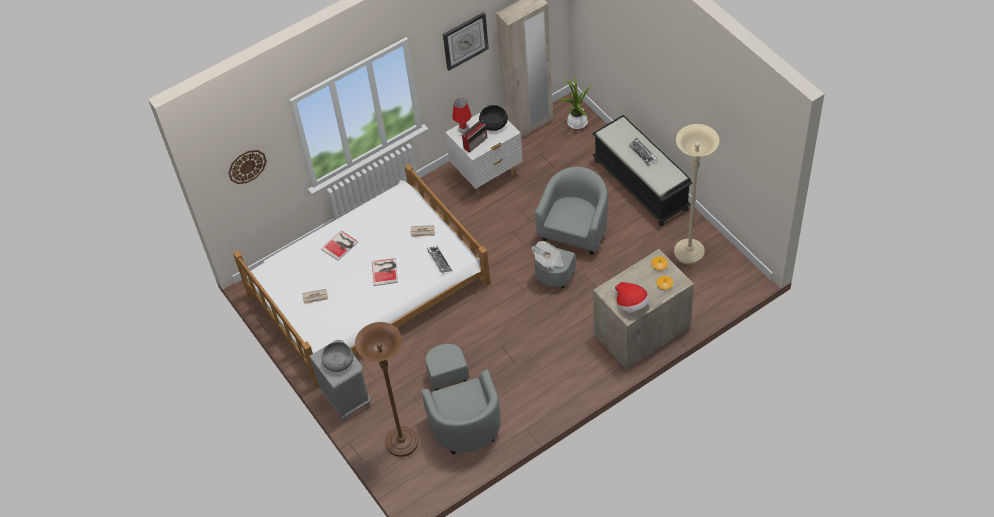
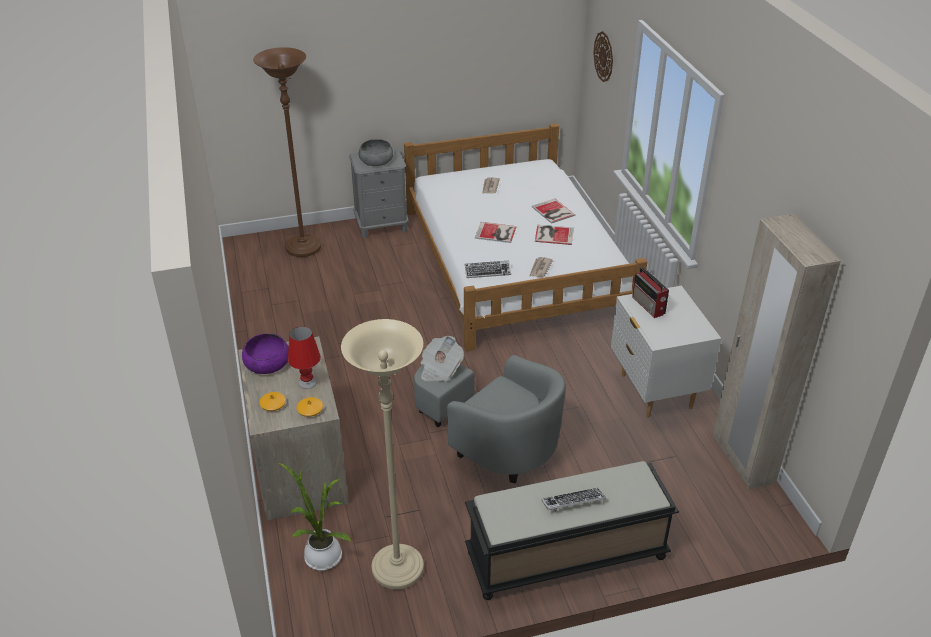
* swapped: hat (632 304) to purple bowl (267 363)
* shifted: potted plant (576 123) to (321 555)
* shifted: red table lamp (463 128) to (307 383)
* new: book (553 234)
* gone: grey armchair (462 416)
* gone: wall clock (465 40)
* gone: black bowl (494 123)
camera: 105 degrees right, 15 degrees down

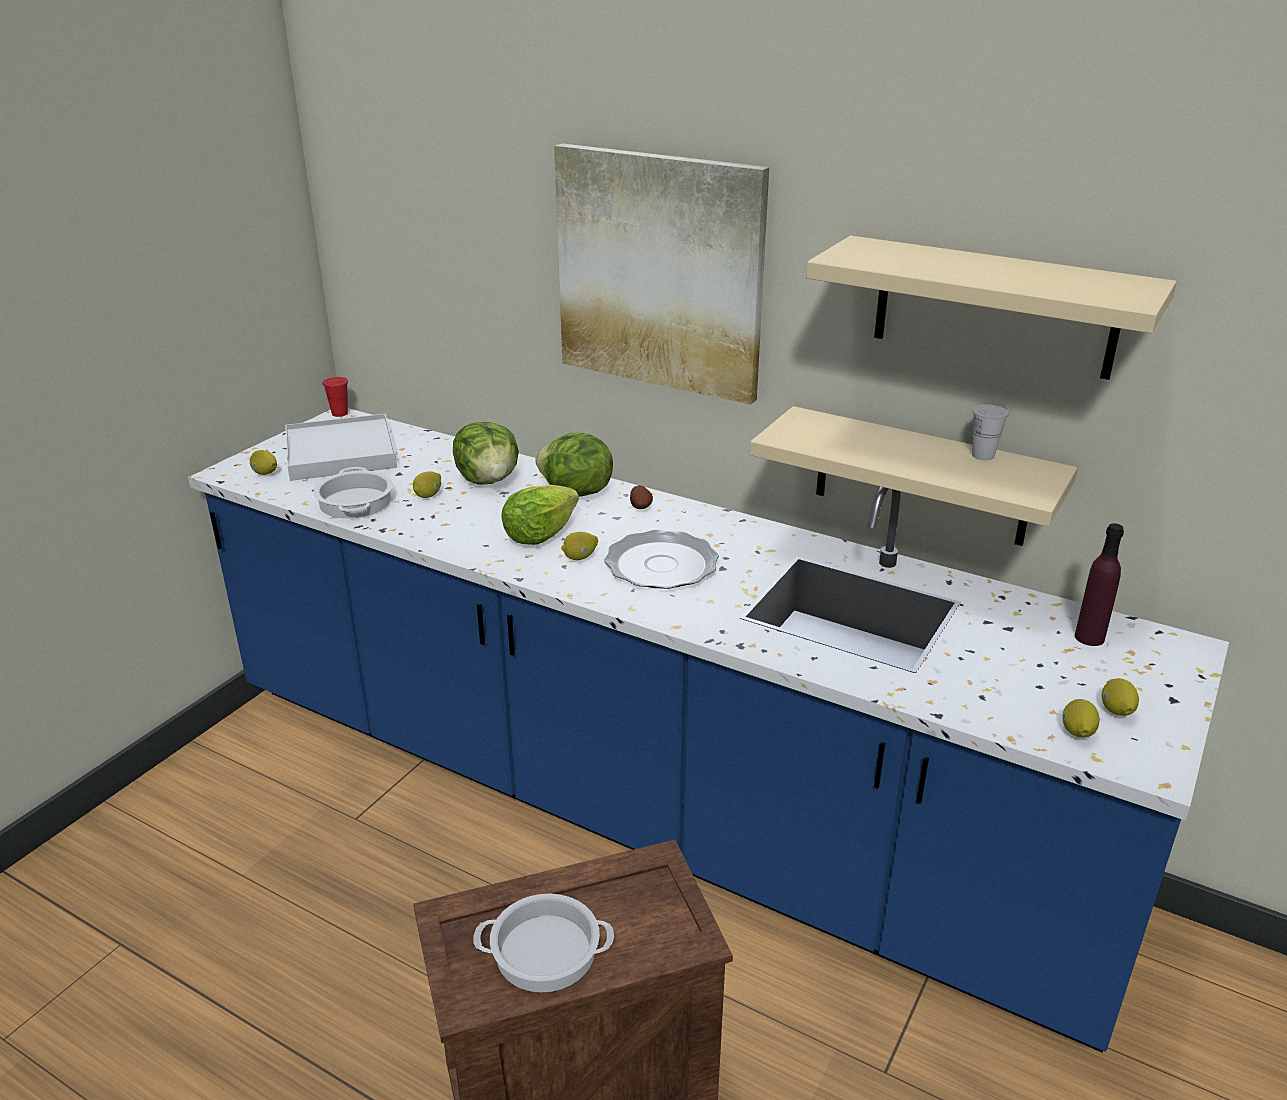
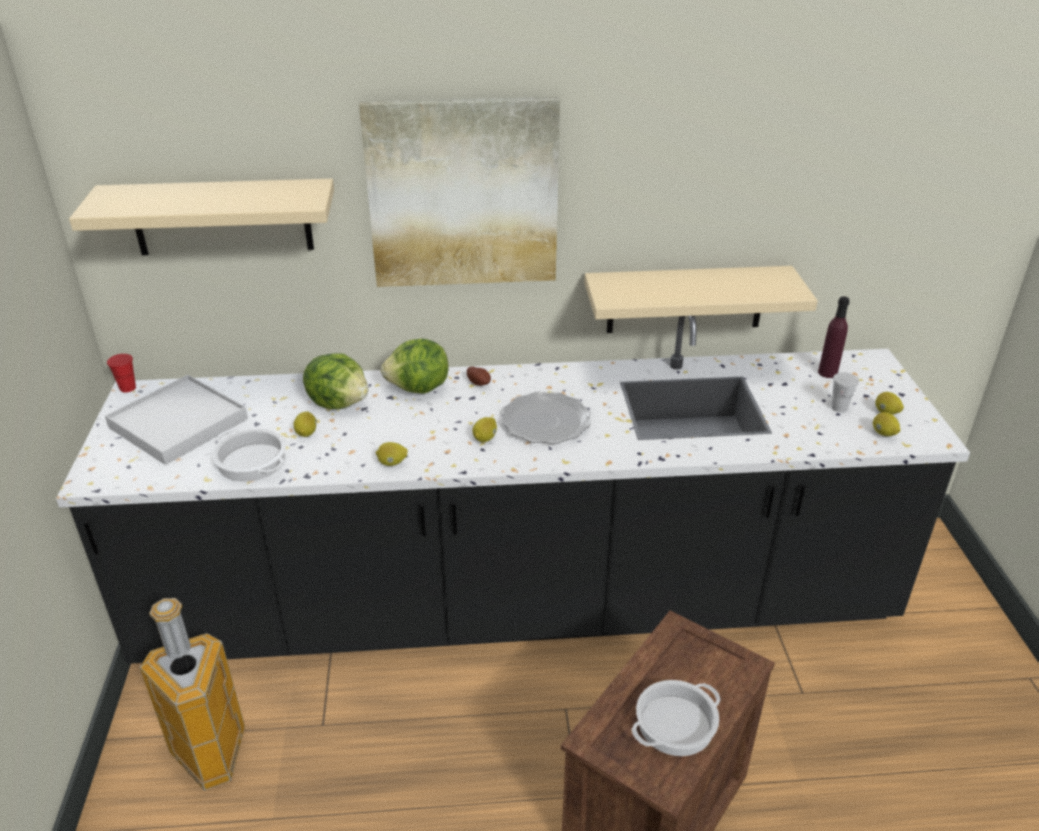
* repainted: blue counter (643 801) to black counter (519 603)
* shifted: beige shelf (995 307) to (222 217)
* new: trash can (211 756)
* shifted: lemon (265 473) to (392 463)
* shifted: white cup (983 455) to (839 407)
* gone: lettuce (539 535)
camera: 35 degrees left, 5 degrees up

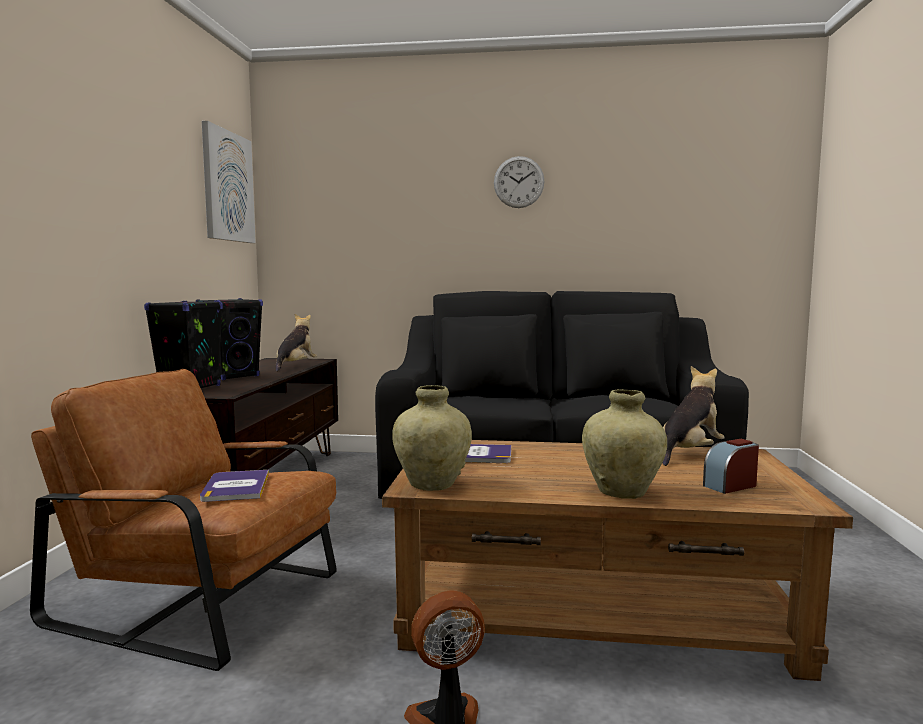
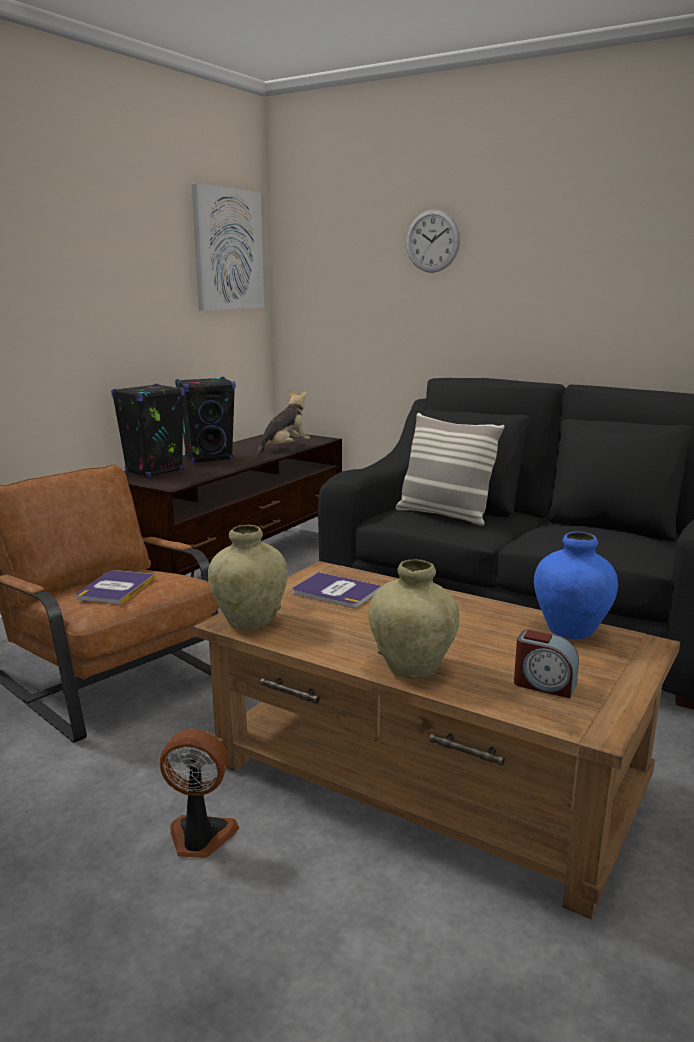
* new: pillow (444 515)
* shifted: wall clock (519 182) to (432 241)
* rotated: alarm clock (730 486) = (544 685) 150 degrees counterclockwise
* swapped: plush toy (689 453) to blue vase (570 630)
camera: 25 degrees right, 10 degrees up

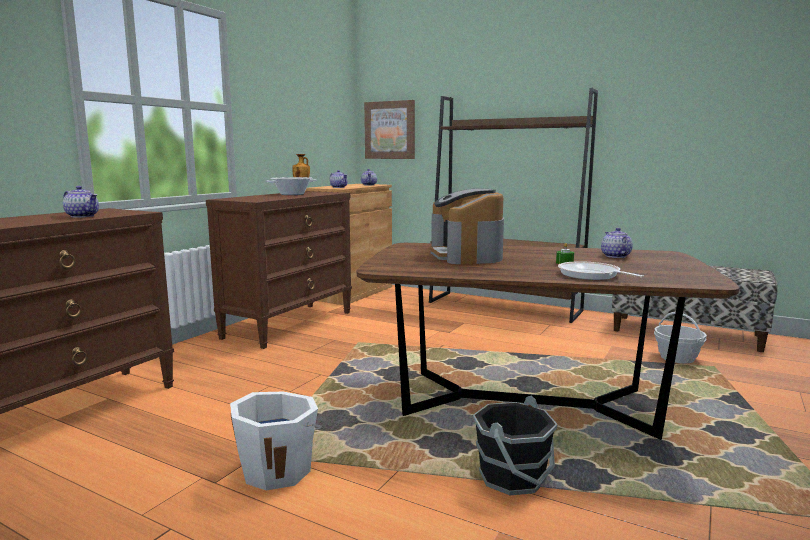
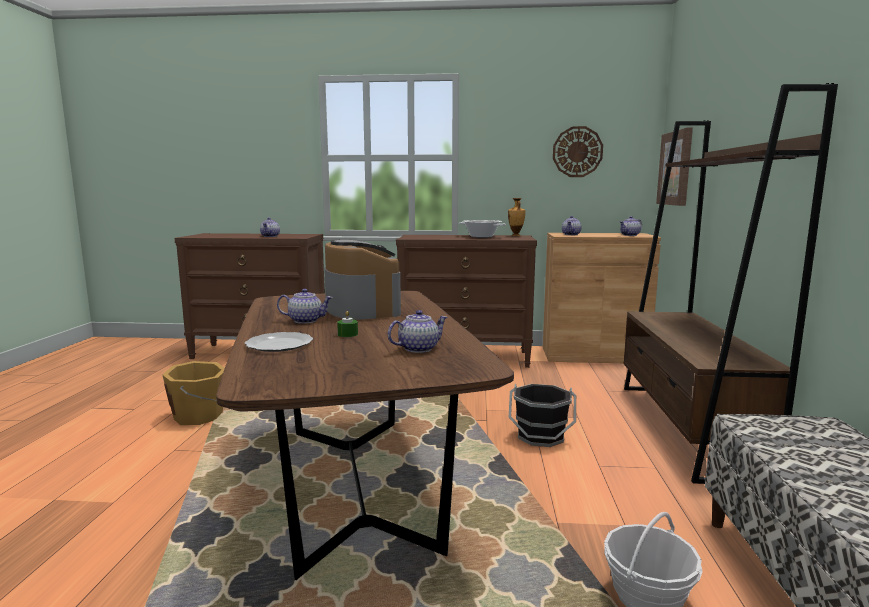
* repainted: white bucket (278 470) to orange bucket (199 416)
* swapped: frying pan (591 275) to plate (278 345)
* new: teapot (306 320)
* rotated: coffee machine (466 255) = (361 308) 105 degrees clockwise
* shifted: black bucket (513 477) to (541 437)
* new: wall clock (577 152)
camera: 65 degrees right, 0 degrees up

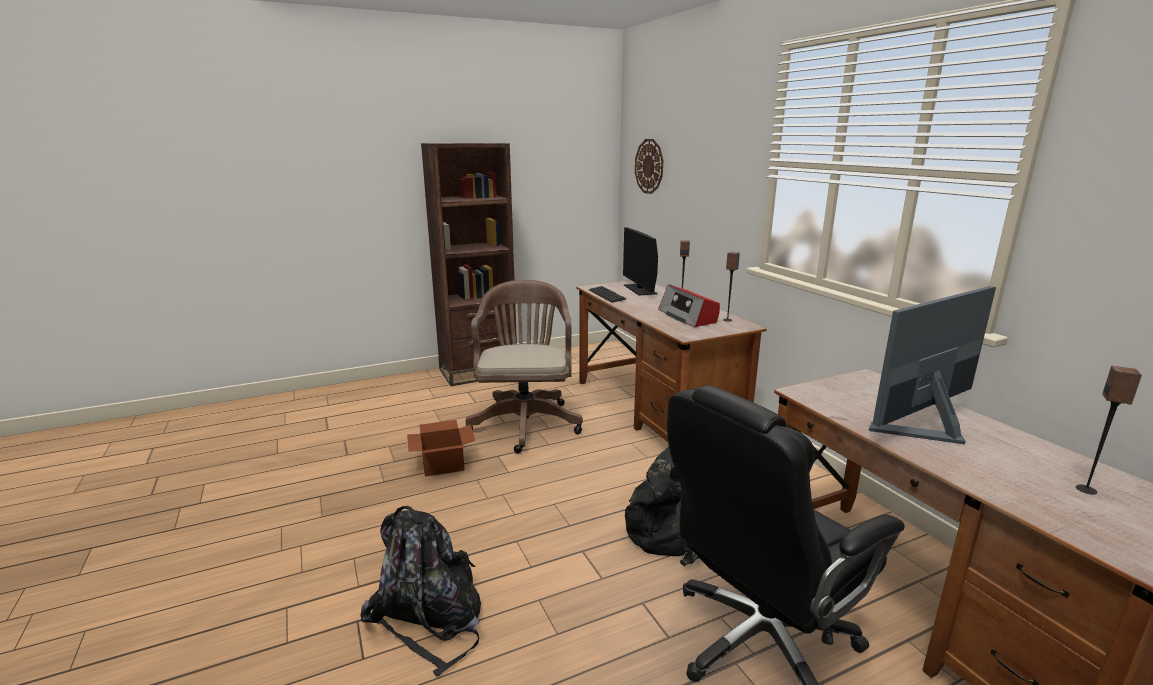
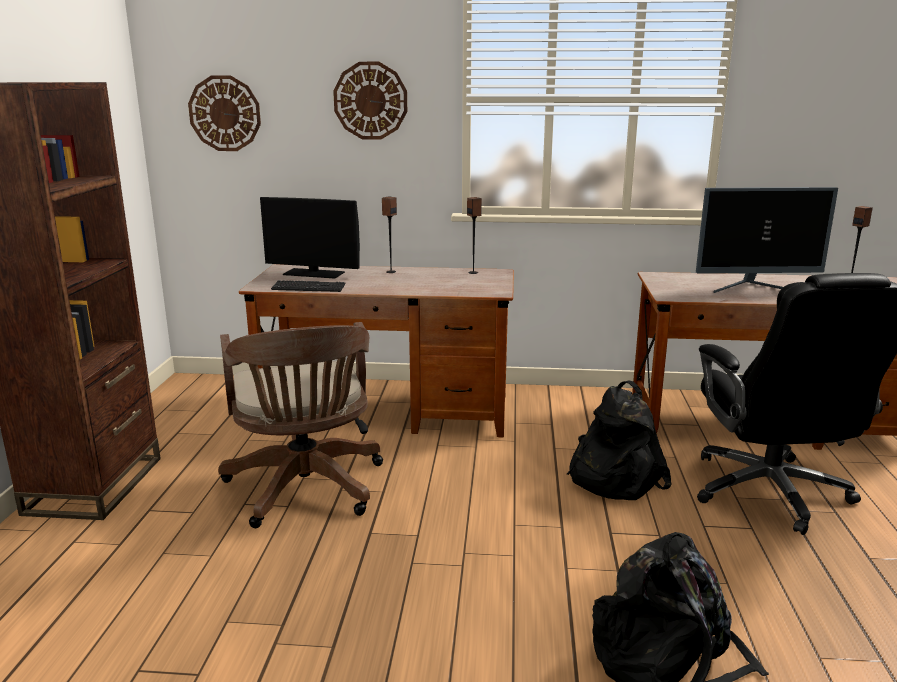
* rotated: brown office chair (525 421) = (306 490) 135 degrees counterclockwise
* new: wall clock (370 101)
* rotated: monitor (927 428) = (755 288) 90 degrees counterclockwise
* gone: cardboard box (443 463)
* gone: radio (688 316)
camera: 60 degrees left, 0 degrees up

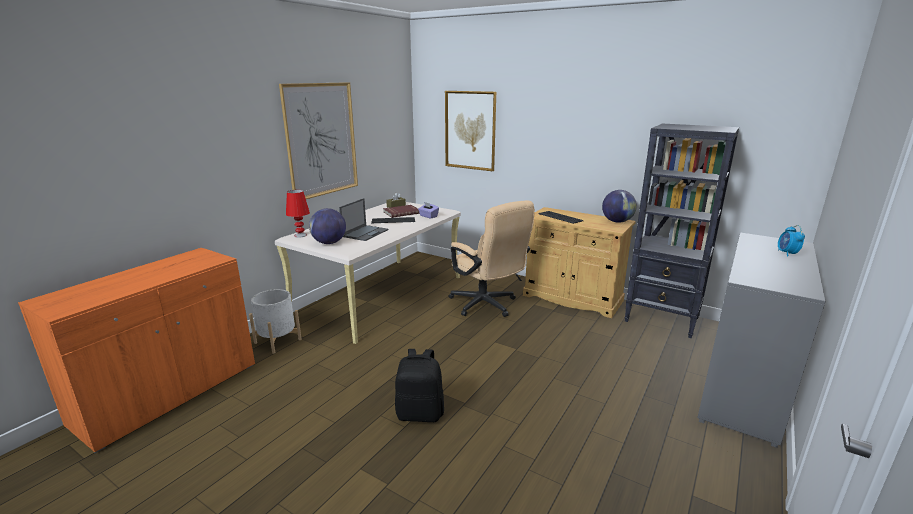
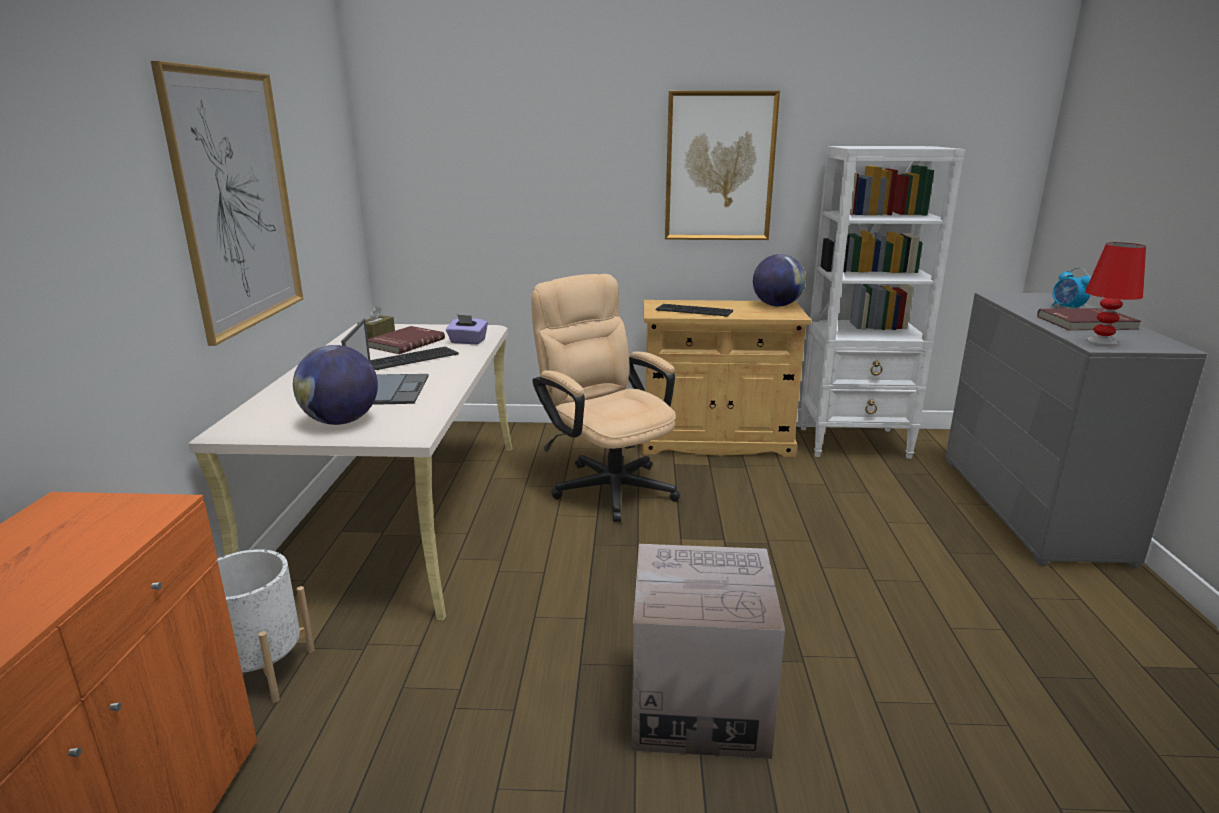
* rotated: beige office chair (487 306) = (607 484) 150 degrees counterclockwise
* swapped: black backpack (420 413) to cardboard box (698 703)
* shifted: picture (470 130) to (719 167)
* repainted: black bookcase (662 320) to white bookcase (855 443)
* new: red book (1087 323)
* shifted: red table lamp (300 235) to (1101 342)
camera: 30 degrees left, 0 degrees up

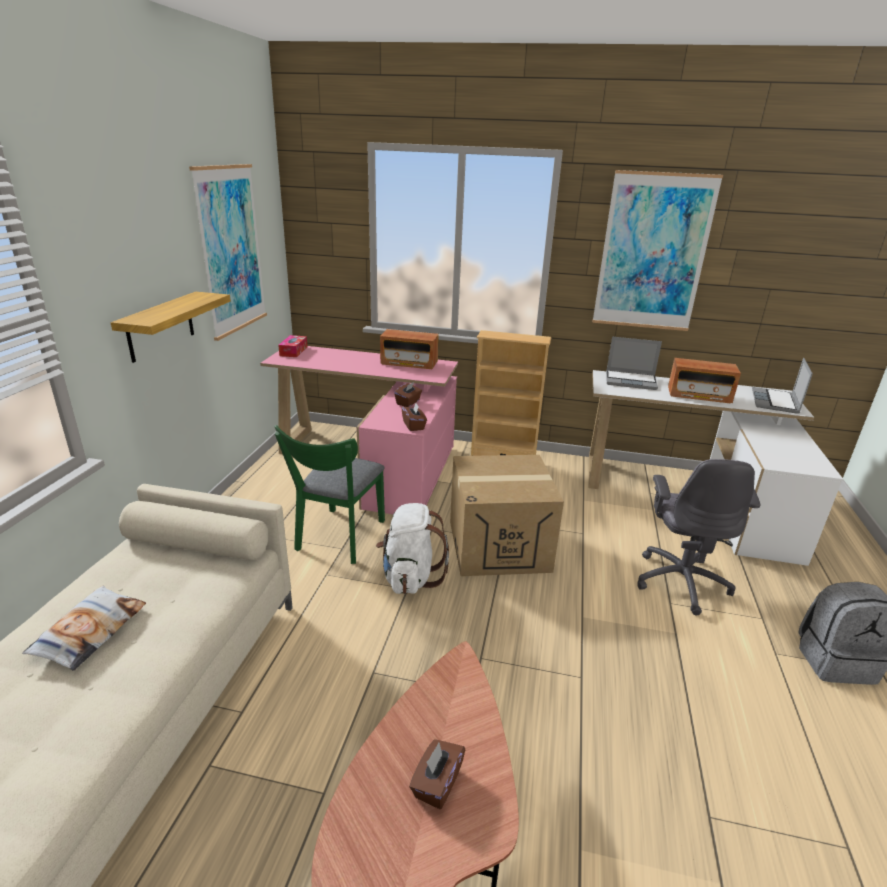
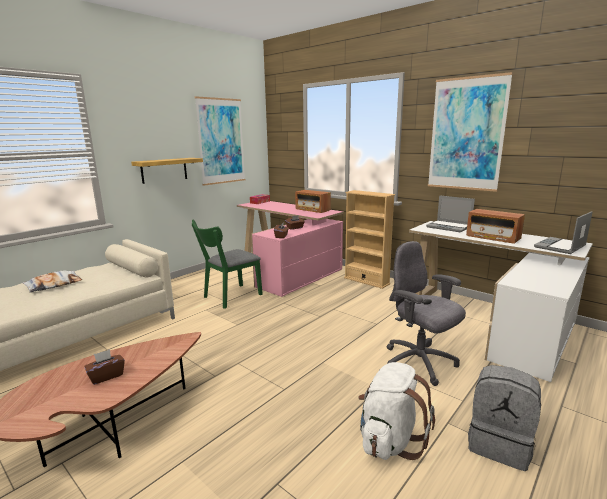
* shifted: white backpack (410 577) to (390 440)
* rotated: grey office chair (681 581) = (419 363) 105 degrees clockwise
* gone: cardboard box (499 545)
camera: 30 degrees right, 10 degrees down

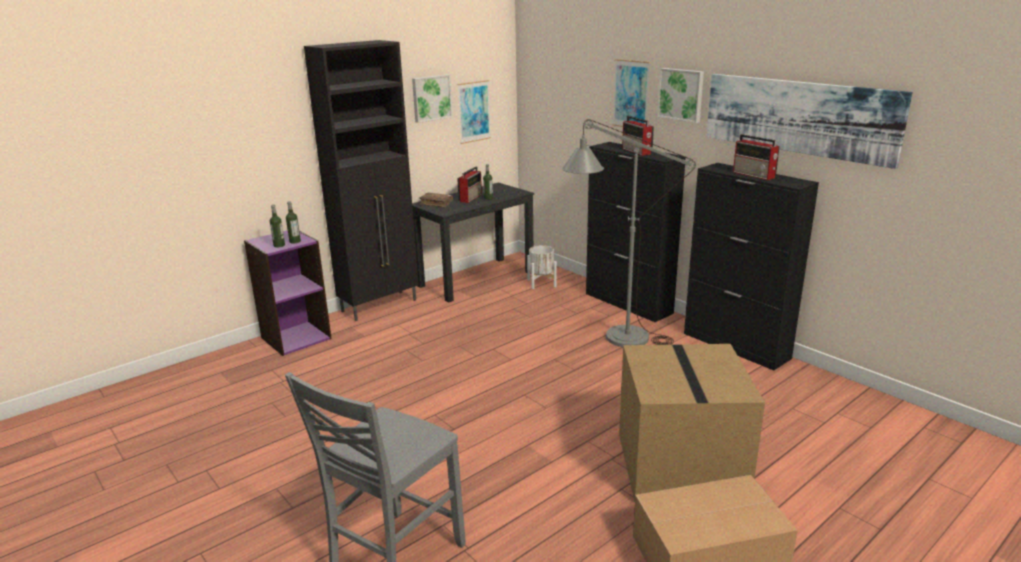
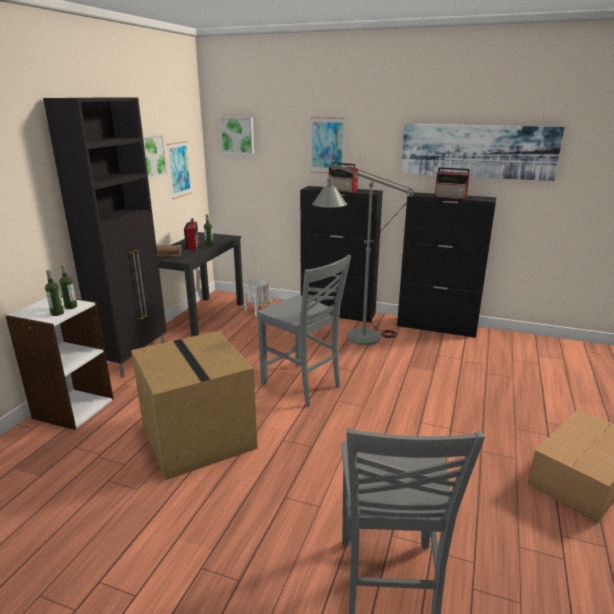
* repainted: purple bookcase (296 338) to white bookcase (73 408)
* shifted: cardboard box (682 466) to (200 437)
* shifted: picture (681 94) to (238 135)
* new: grey chair (302 385)
camera: 30 degrees left, 0 degrees up

